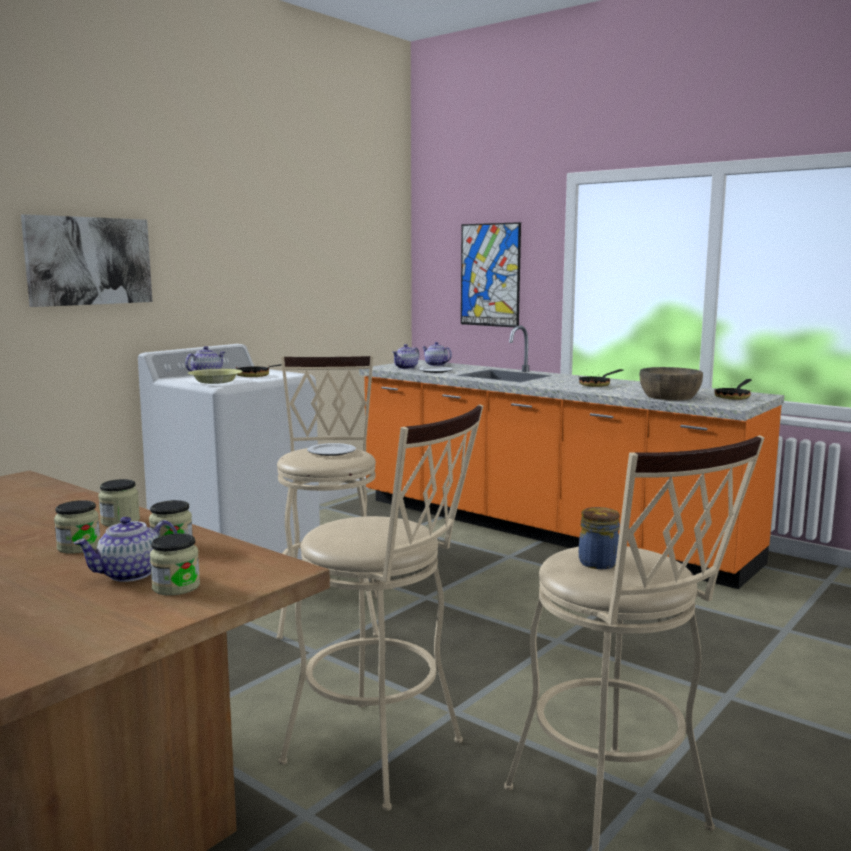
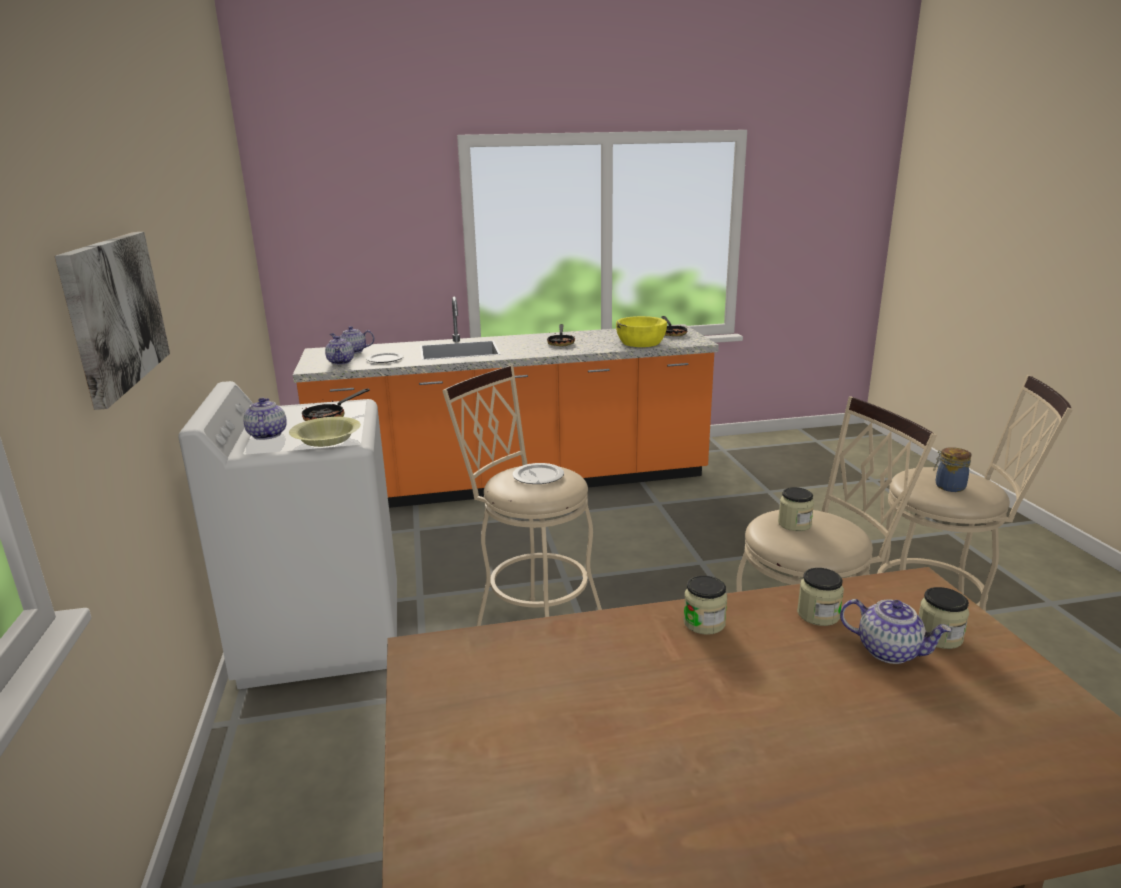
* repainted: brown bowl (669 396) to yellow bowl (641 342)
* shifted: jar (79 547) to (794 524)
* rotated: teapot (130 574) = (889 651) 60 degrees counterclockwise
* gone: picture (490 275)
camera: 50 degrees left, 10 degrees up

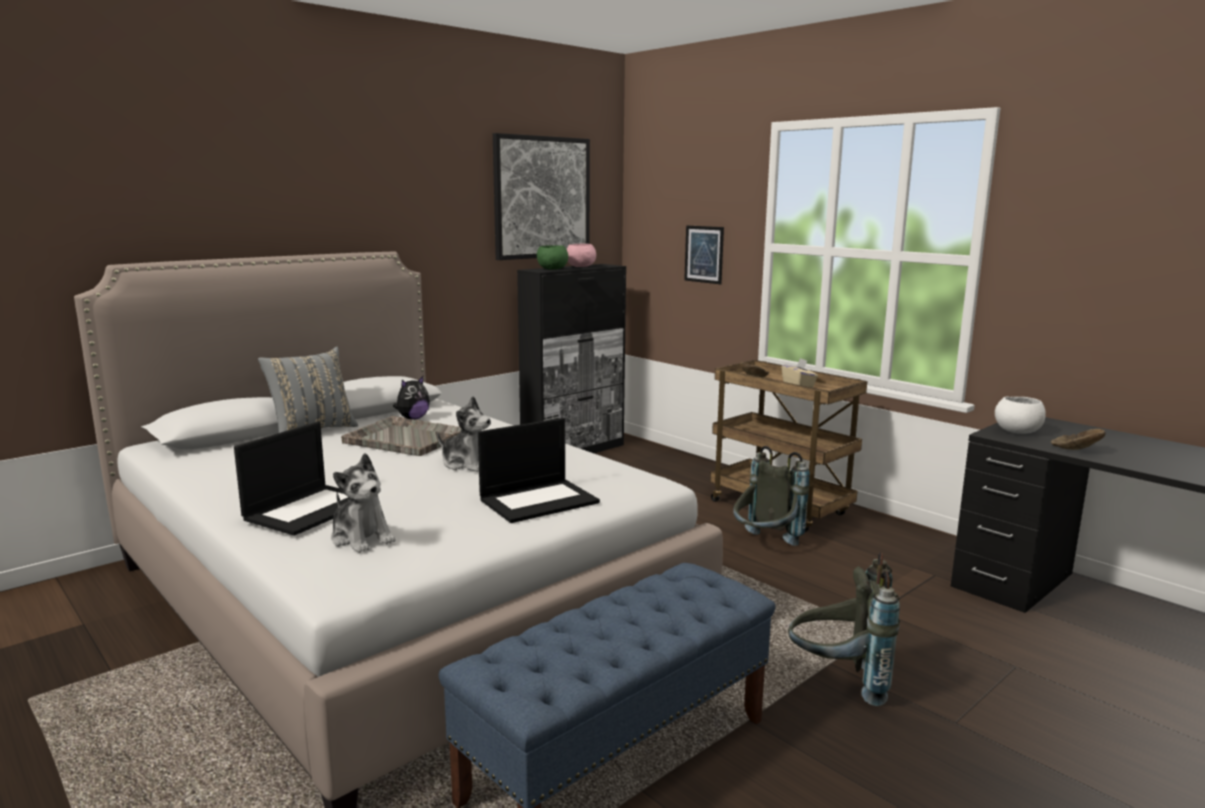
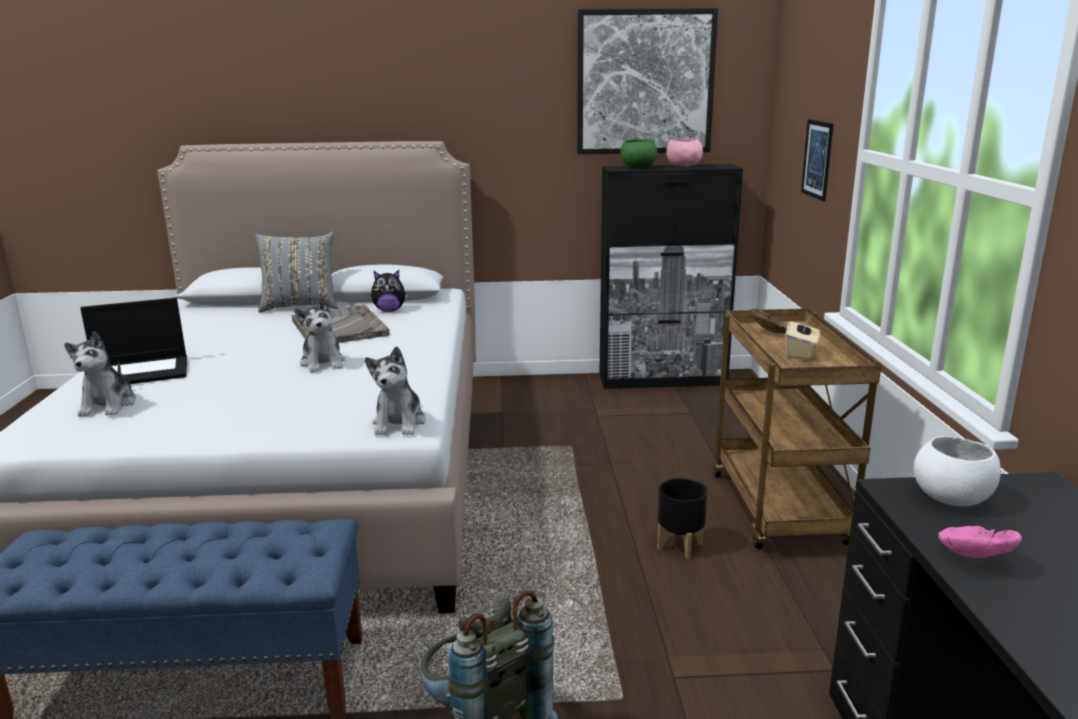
* new: plush toy (399 423)
* swapped: grey backpack (765 545) to black planter (680 546)
* repainted: brown bowl (1075 449) to pink bowl (973 555)
* gone: laptop (539 500)
camera: 40 degrees right, 5 degrees up

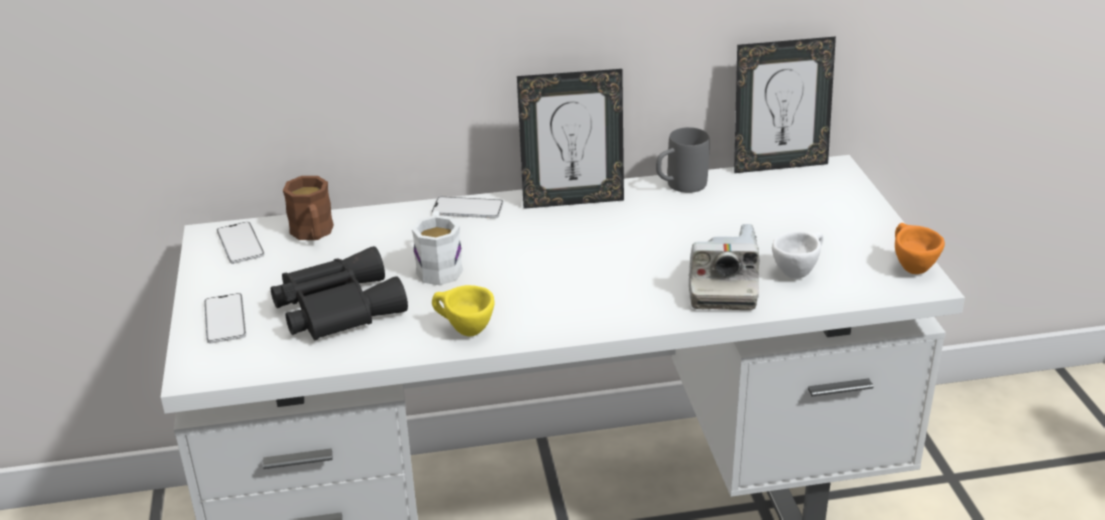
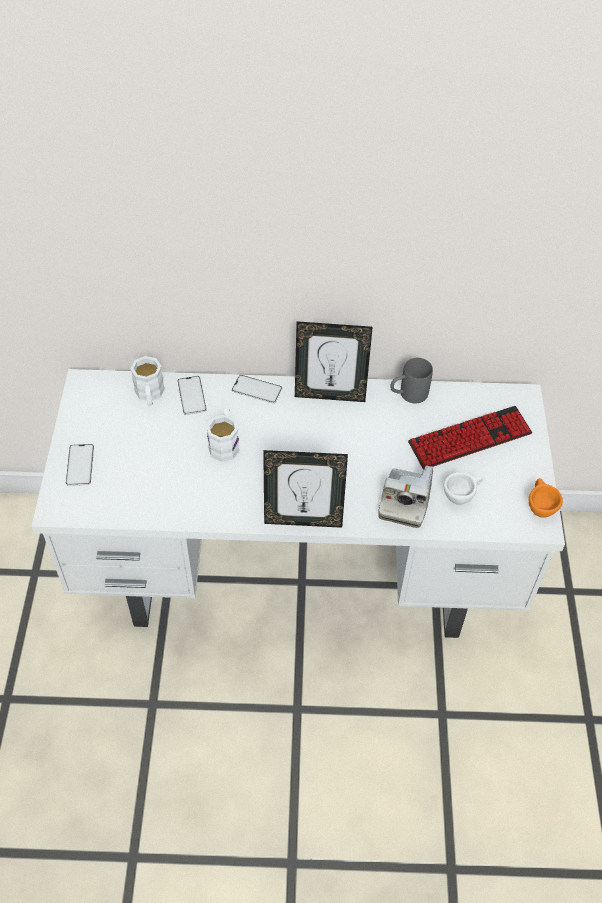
* repainted: brown mug (313 234) to white mug (150 395)
* shifted: phone (240 243) to (191 395)
* shifted: picture frame (778 164) to (303 520)
* new: keyboard (469 439)
* gone: black binoculars (336 307)
* gone: yellow cup (463 330)
camera: 10 degrees right, 20 degrees up

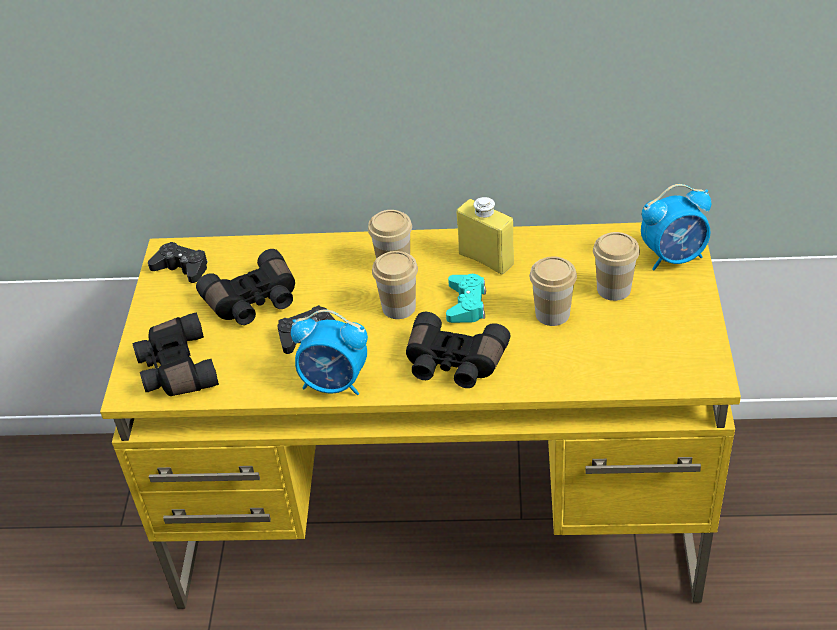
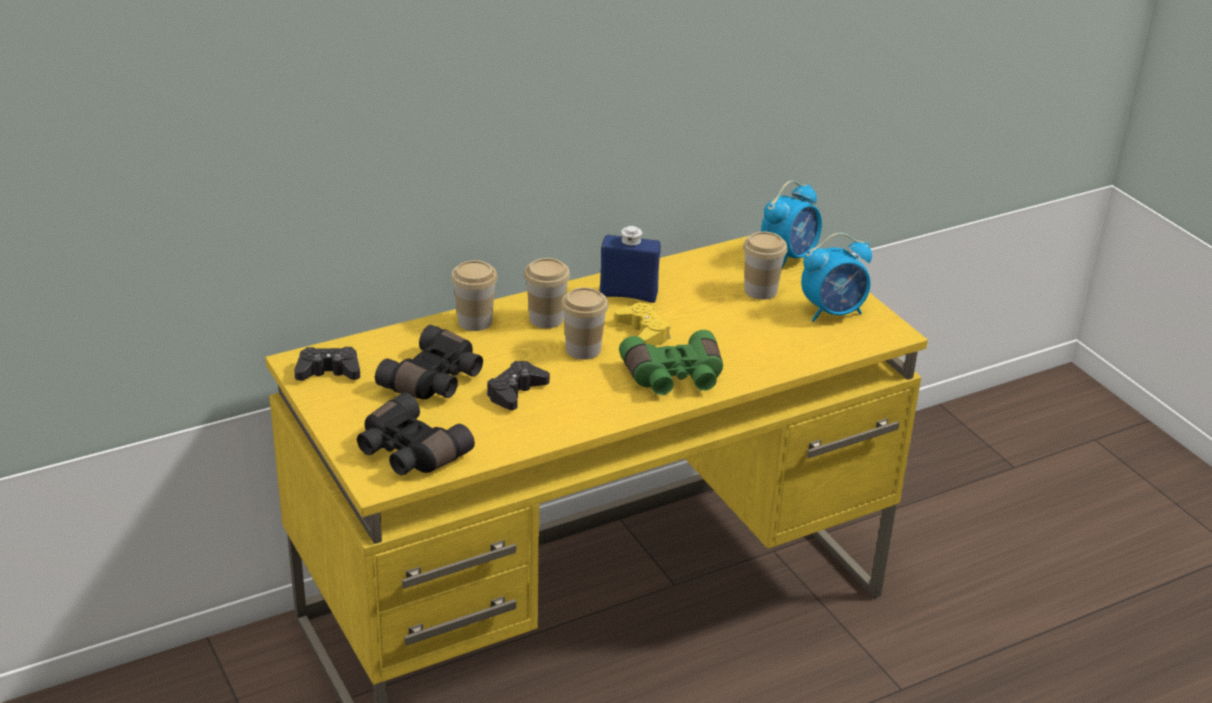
* shifted: cup (552 314) to (475 321)
* repainted: yellow bottle (486 259) to blue bottle (628 295)
* repainted: turquoise game controller (466 304) to yellow game controller (643 332)
* repainted: black binoculars (453 364) to green binoculars (674 378)
* shifted: alarm clock (334 383) to (833 312)
camera: 35 degrees left, 10 degrees down

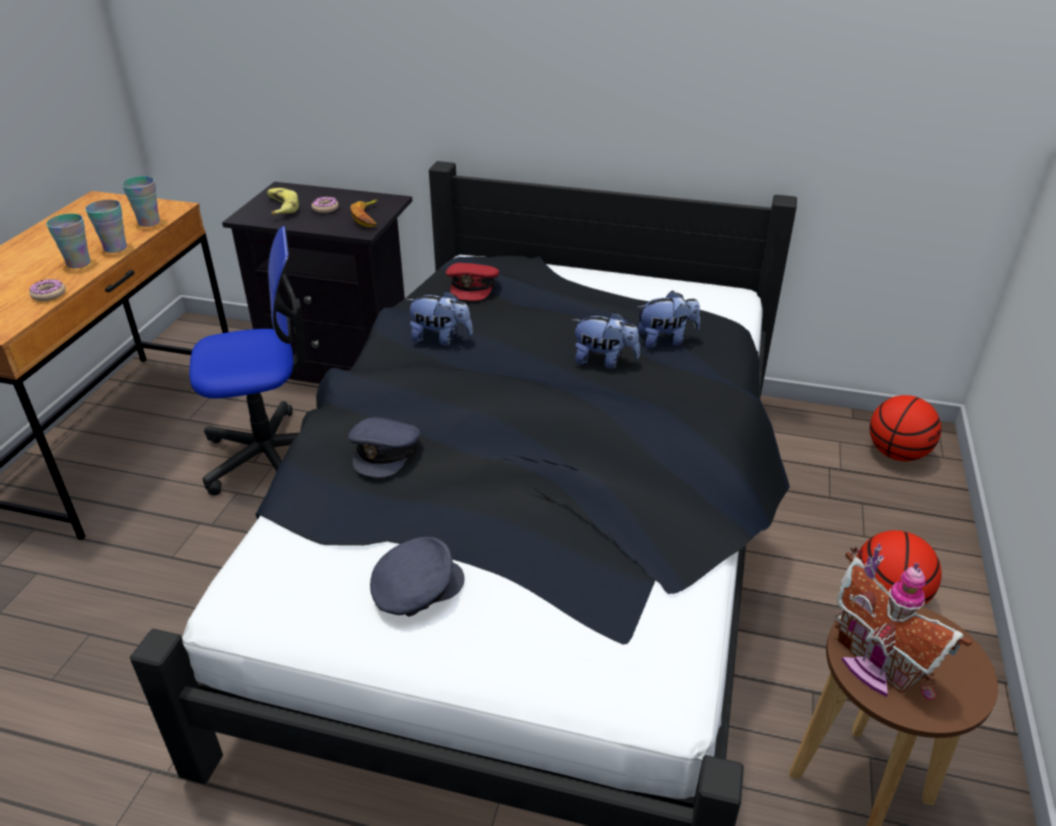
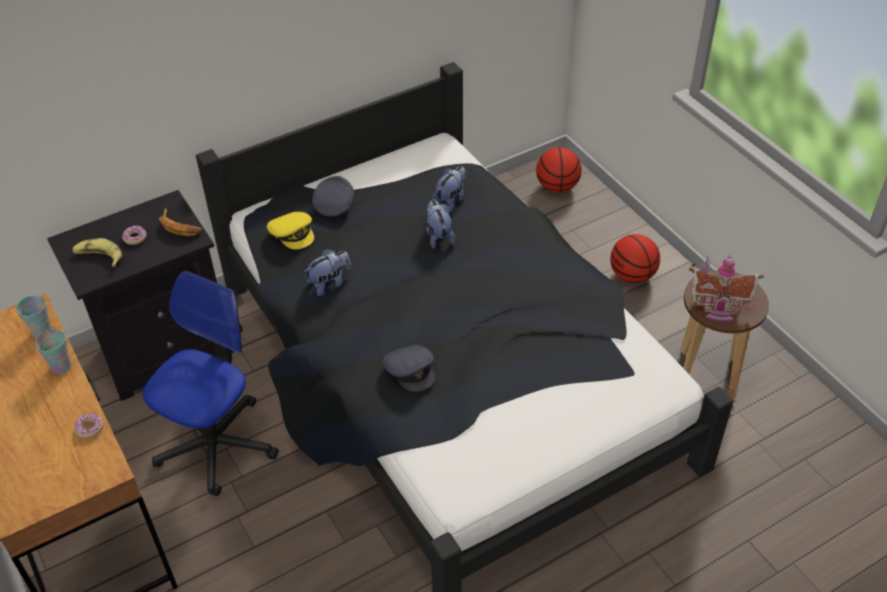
* repainted: red cap (473 286) to yellow cap (292 233)
* shifted: grey cap (416 588) to (334 204)
* rotated: plush toy (604 361) = (438 236) 75 degrees counterclockwise
* gone: cup (78 263)
camera: 45 degrees left, 10 degrees up

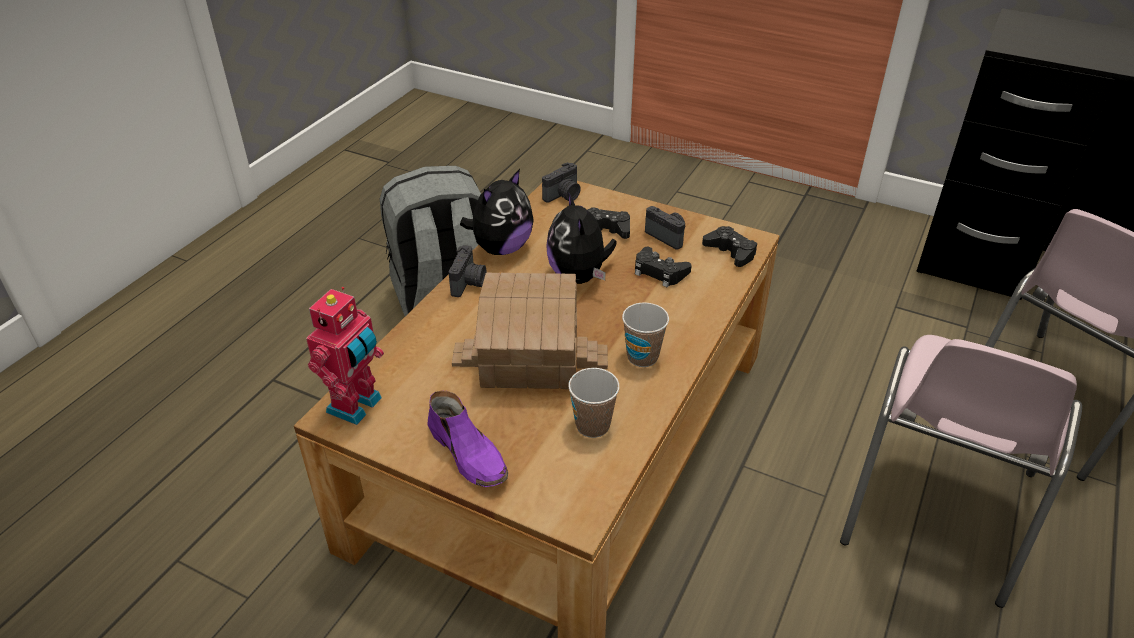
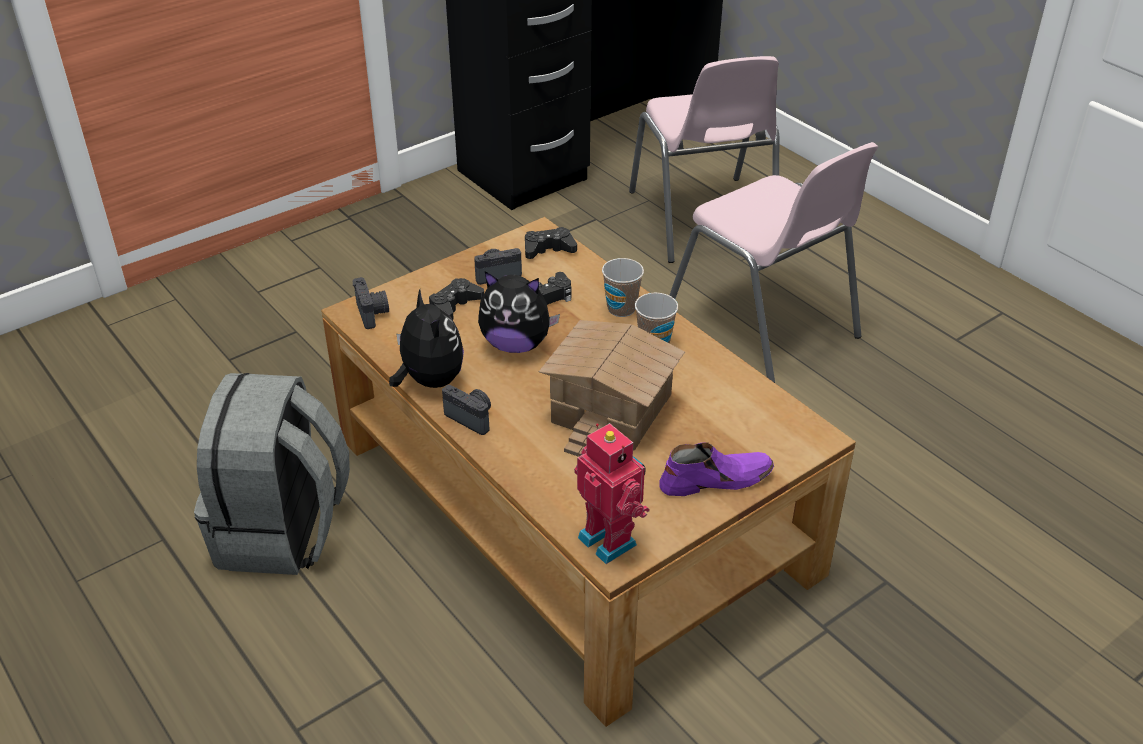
* shifted: cup (592 426) to (621 309)
camera: 65 degrees left, 0 degrees up

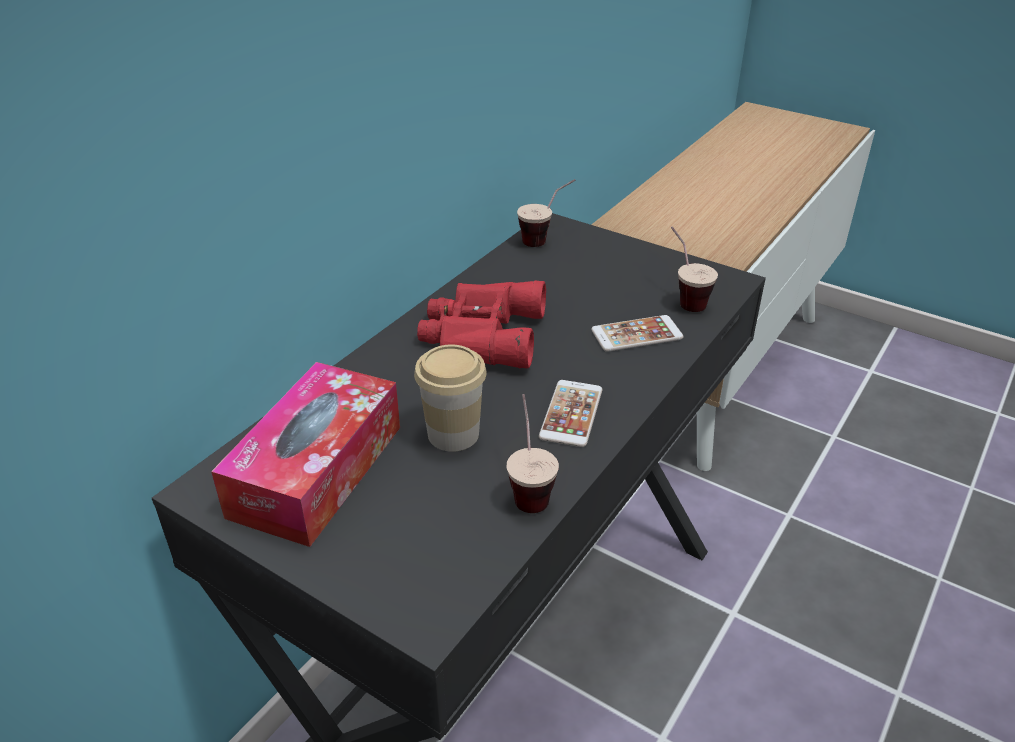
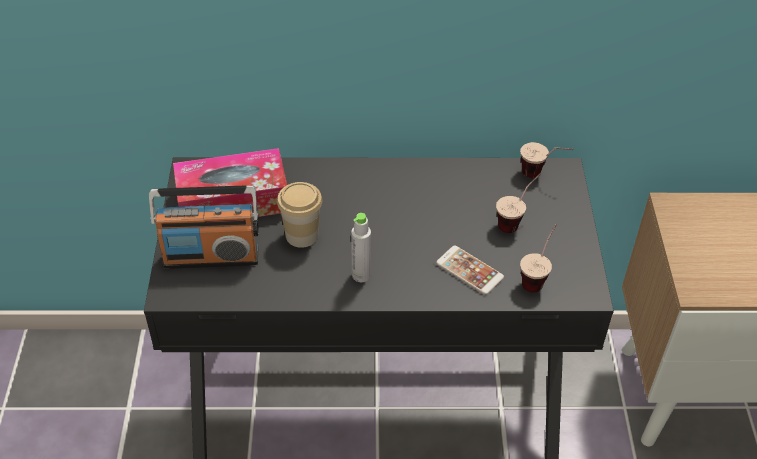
* new: radio (211 256)
* swapped: phone (571 413) to grey bottle (361 275)
* shifted: cup (528 487) to (516 220)
* gone: red binoculars (480 335)
camera: 55 degrees right, 10 degrees up

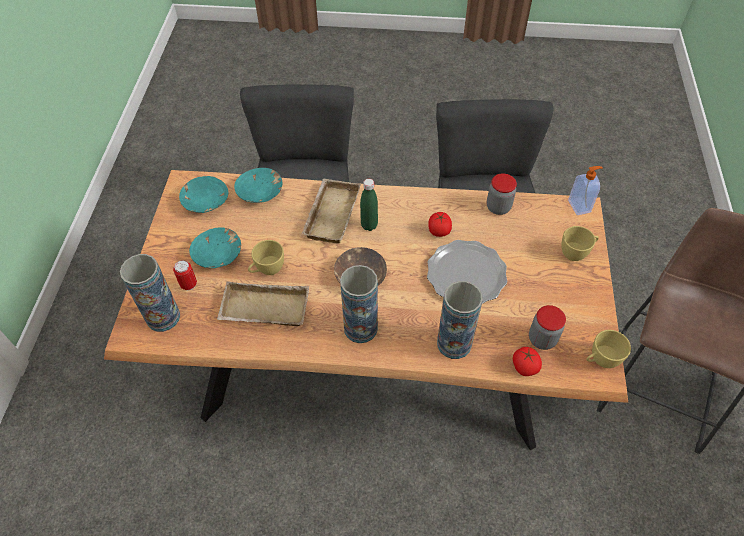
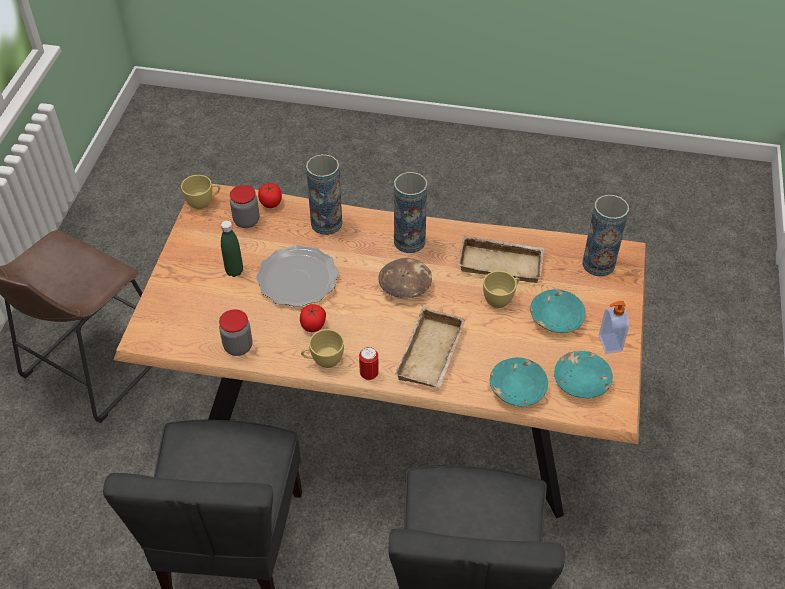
* shifted: green bottle (369 225) to (234 271)
* shifted: yellow cup (576 253) to (323 361)
* shifted: can (189 284) to (369 374)
* shifted: soap dispenser (580 206) to (609 343)
camera: 175 degrees left, 5 degrees down

